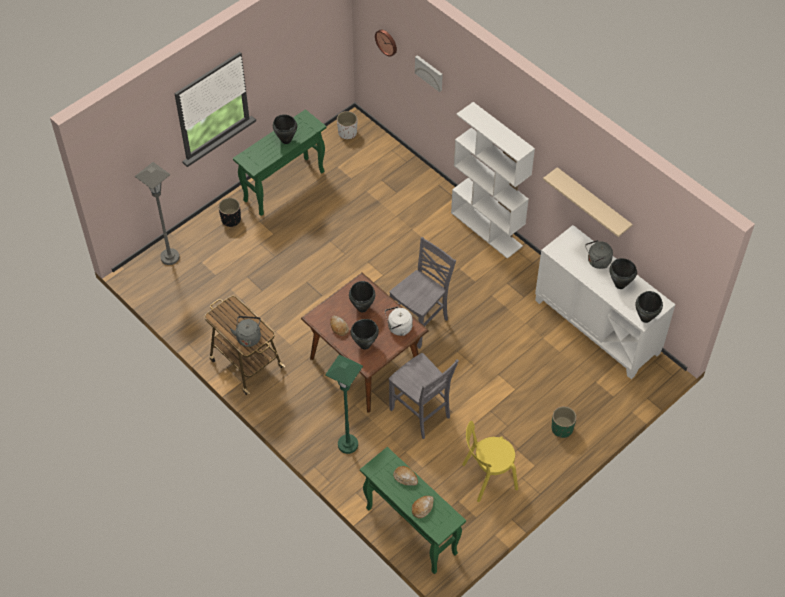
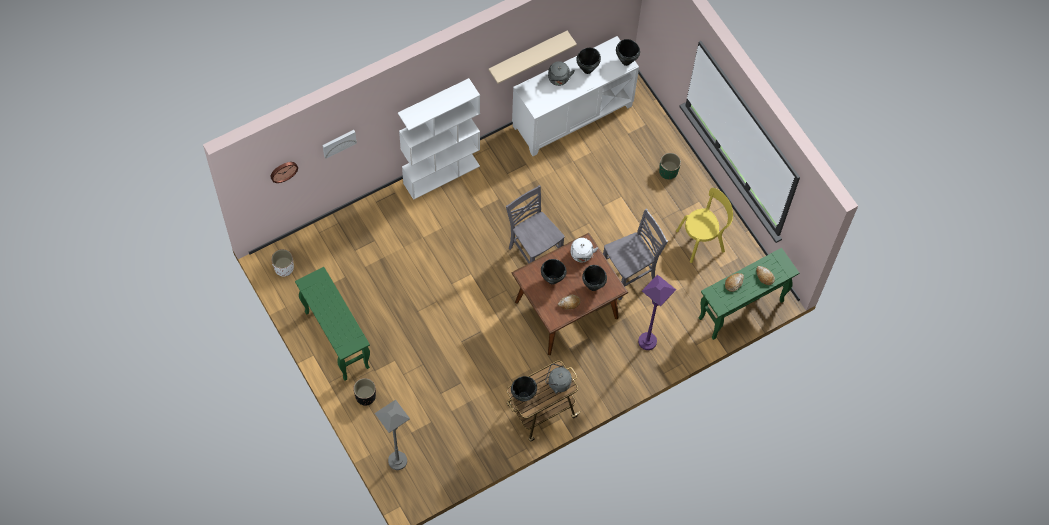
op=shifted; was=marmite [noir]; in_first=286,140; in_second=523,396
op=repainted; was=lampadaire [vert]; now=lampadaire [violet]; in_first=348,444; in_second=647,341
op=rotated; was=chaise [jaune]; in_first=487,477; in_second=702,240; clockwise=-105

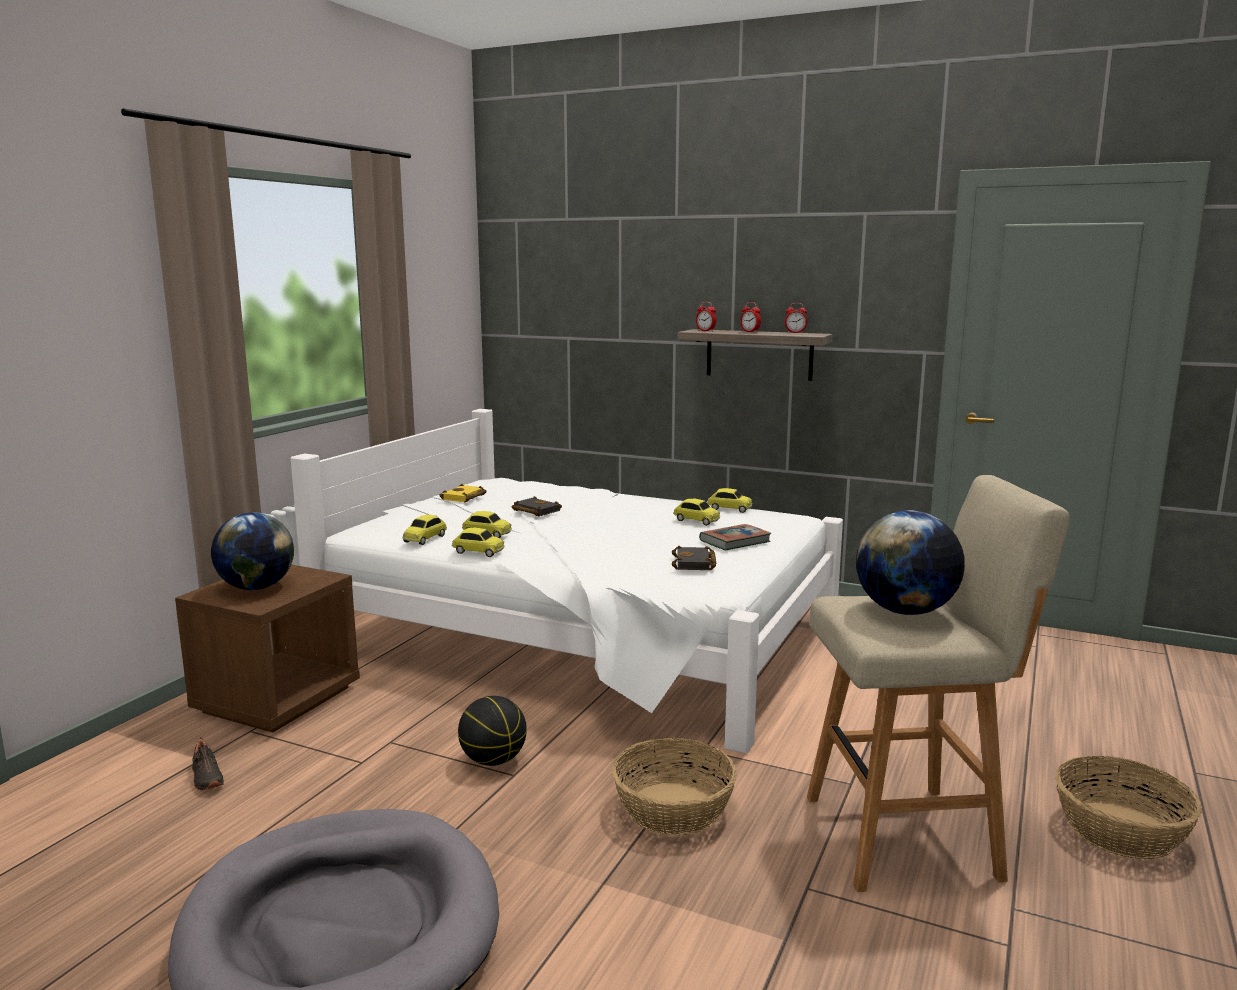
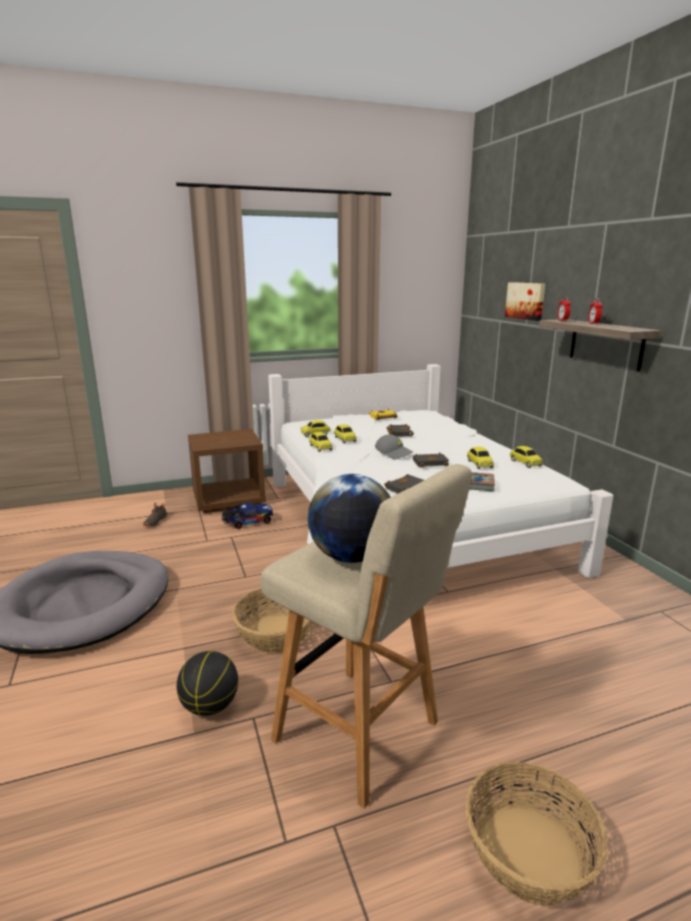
op=gone; was=globe; in_first=256,587
op=gone; was=réveil; in_first=795,333
op=new; now=camion jouet; in_second=247,522
op=new; now=casquette [gris]; in_second=394,453
op=new; now=livre [noir]; in_second=431,462
op=new; now=tableau; in_second=526,300
op=shifted; was=ballon de basket; in_first=493,760; in_second=210,706

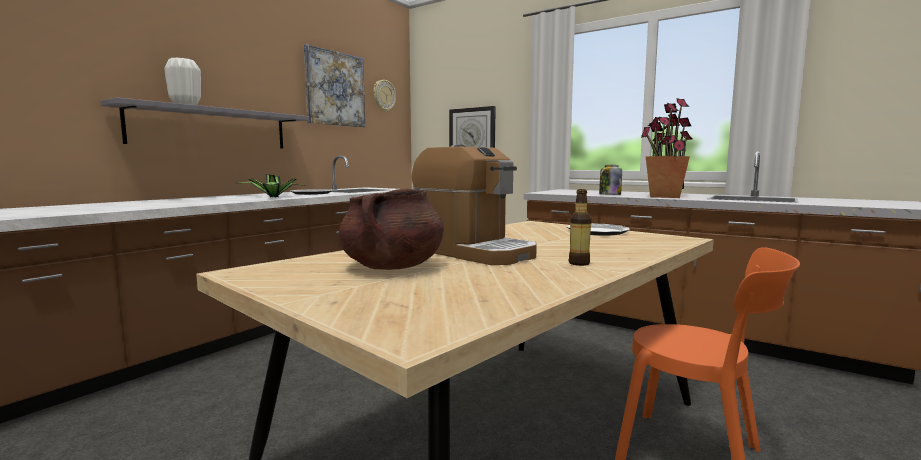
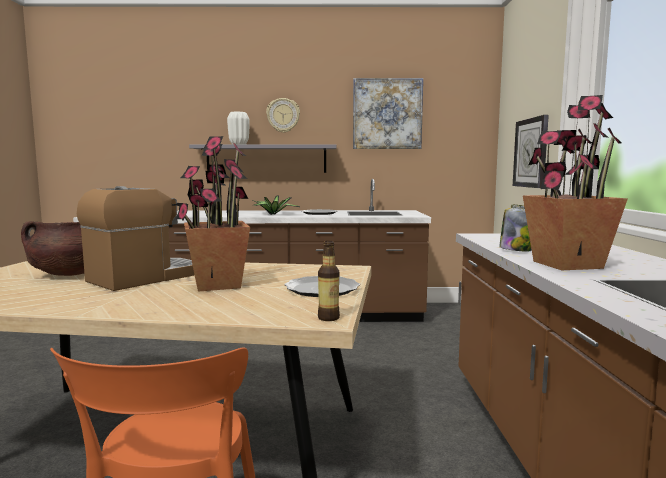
op=new; now=plante en pot; in_second=217,284
op=shifted; was=horloge murale; in_first=384,96; in_second=283,115
op=shifted; was=bouteille; in_first=579,263; in_second=328,318
op=rotated; was=machine à café; in_first=474,252; in_second=144,278; clockwise=-150

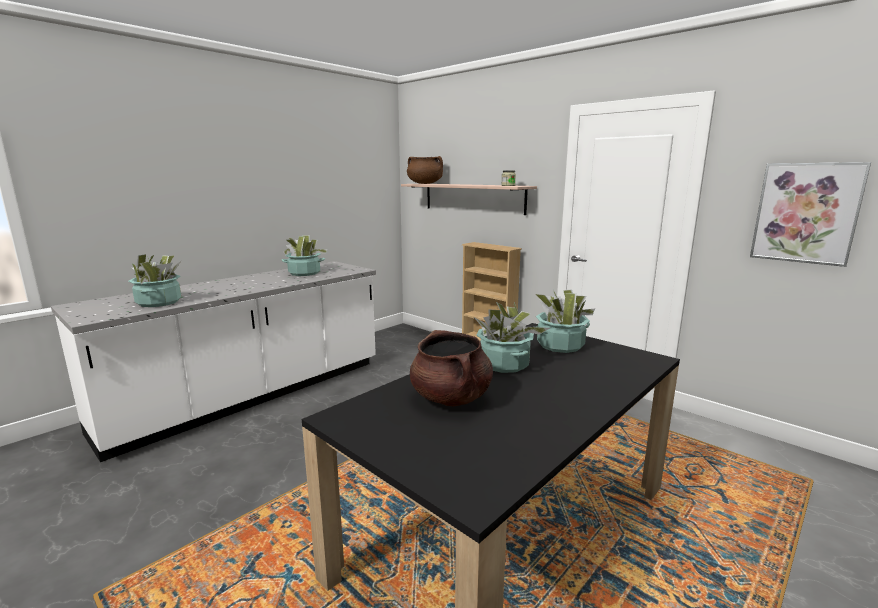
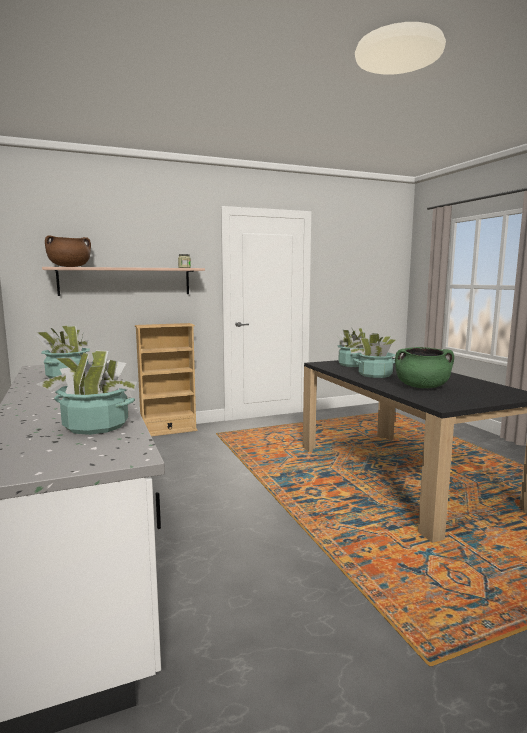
op=gone; was=tableau; in_first=806,213
op=repainted; was=marmite [marron]; now=marmite [vert]; in_first=451,398; in_second=422,387

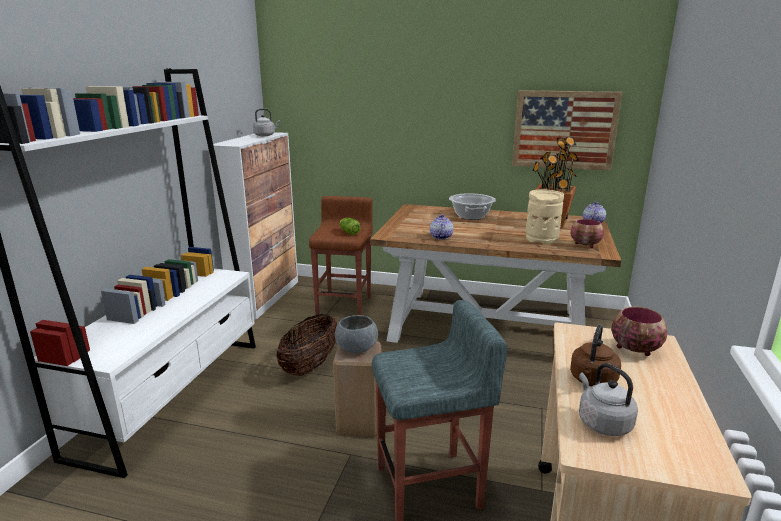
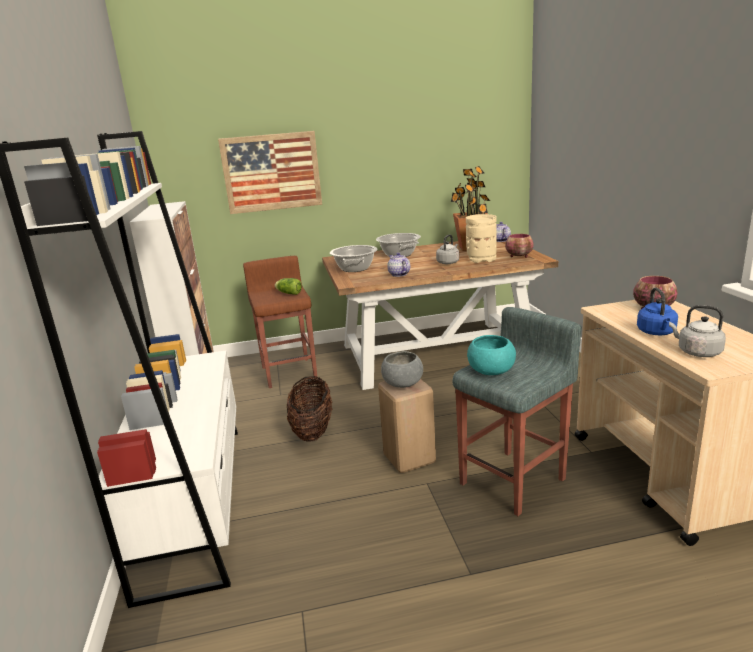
op=new; now=marmite; in_second=355,269
op=new; now=bol [turquoise]; in_second=491,371
op=shifted; was=bouilloire [gris]; in_first=265,135; in_second=448,262
op=shifted; was=tableau; in_first=564,130; in_second=271,172
op=repainted; was=bouilloire [marron]; now=bouilloire [bleu]; in_first=592,381; in_second=656,333

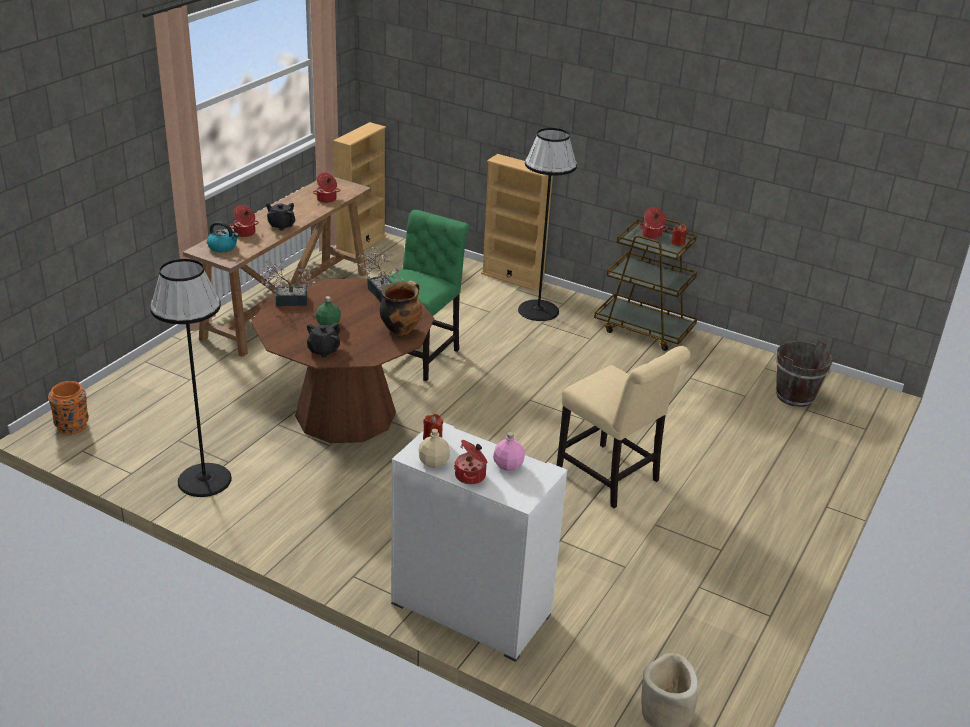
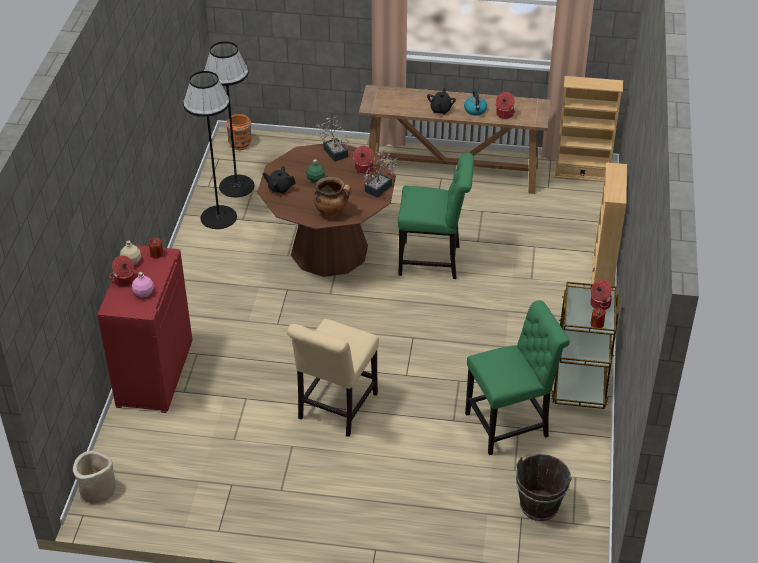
op=new; now=chaise [vert]; in_second=511,424
op=shifted; was=bouilloire; in_first=223,247; in_second=475,110
op=shifted; was=marmite; in_first=245,233; in_second=363,169
op=shifted; was=lampadaire [noir]; in_first=538,310; in_second=236,186
op=repainted; was=meuble de rangement [blanc]; now=meuble de rangement [rouge]; in_first=469,609; in_second=154,373

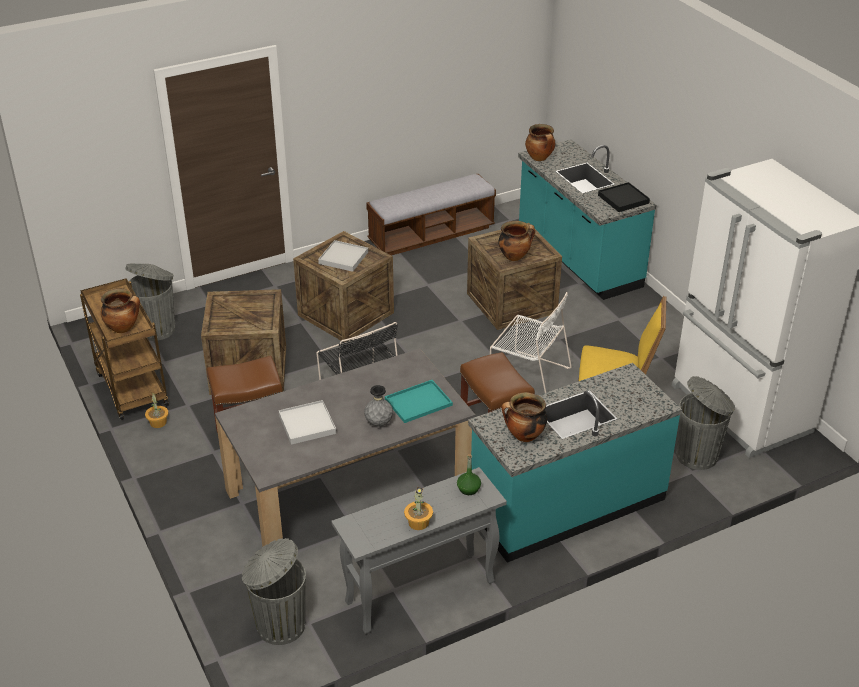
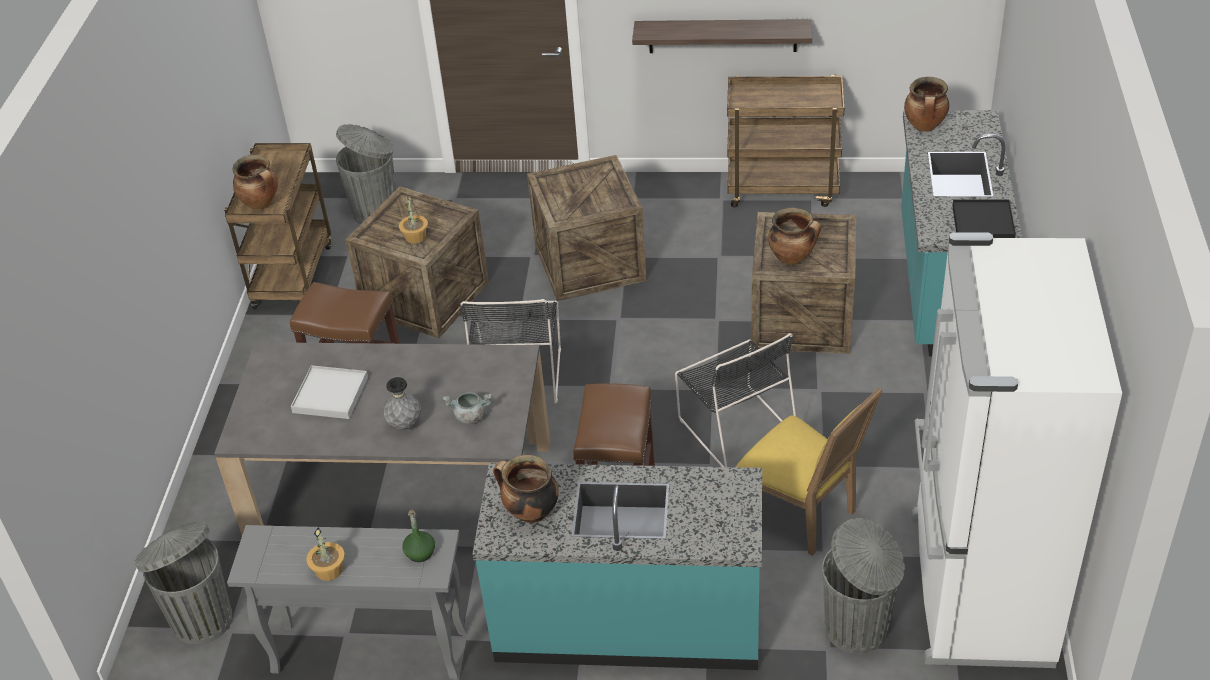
op=gone; was=plateau [blanc]; in_first=343,258
op=new; now=étagère; in_second=722,36
op=shifted; was=plante en pot; in_first=158,422; in_second=415,237
op=swapped; was=banc; now=chariot [marron]; in_first=432,235; in_second=783,189
op=swapped; was=plateau [turquoise]; now=marmite [gris]; in_first=417,403; in_second=470,416
op=repainted; was=chaise [blanc]; now=chaise [noir]; in_first=527,375; in_second=735,425

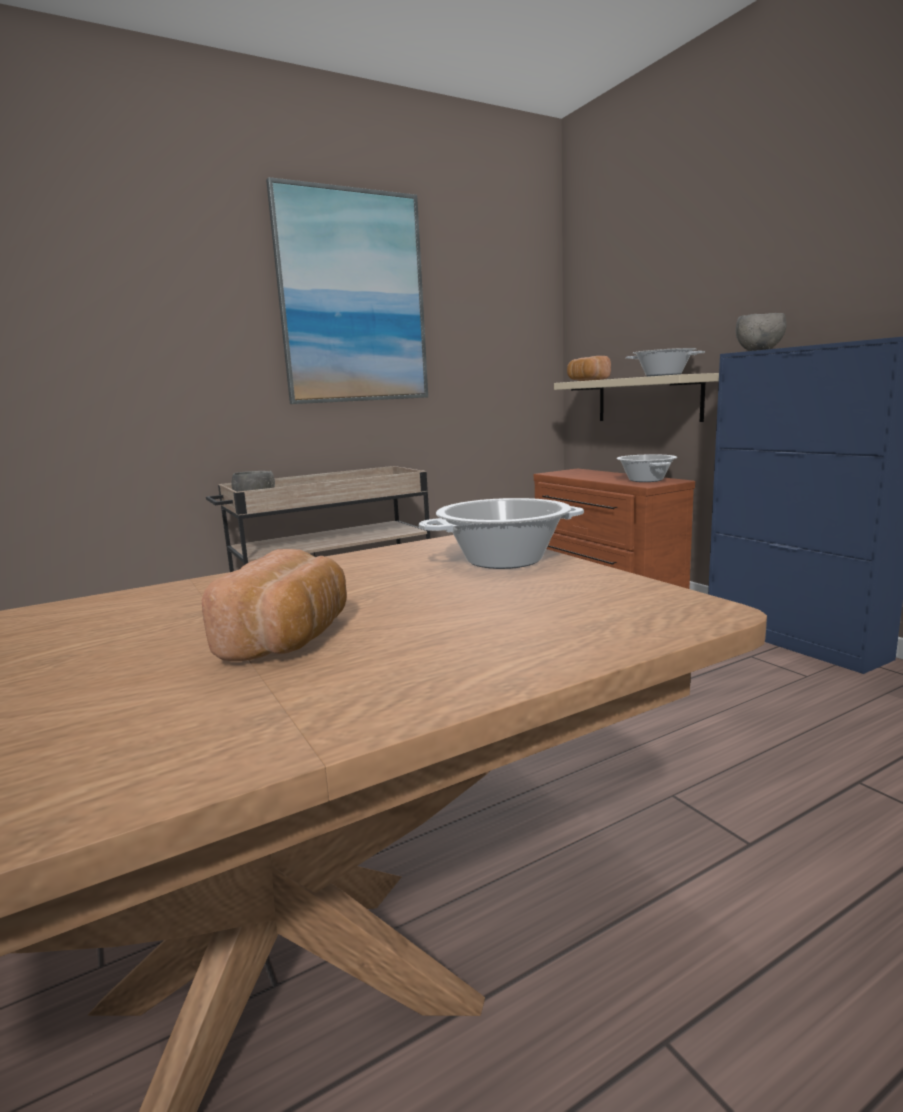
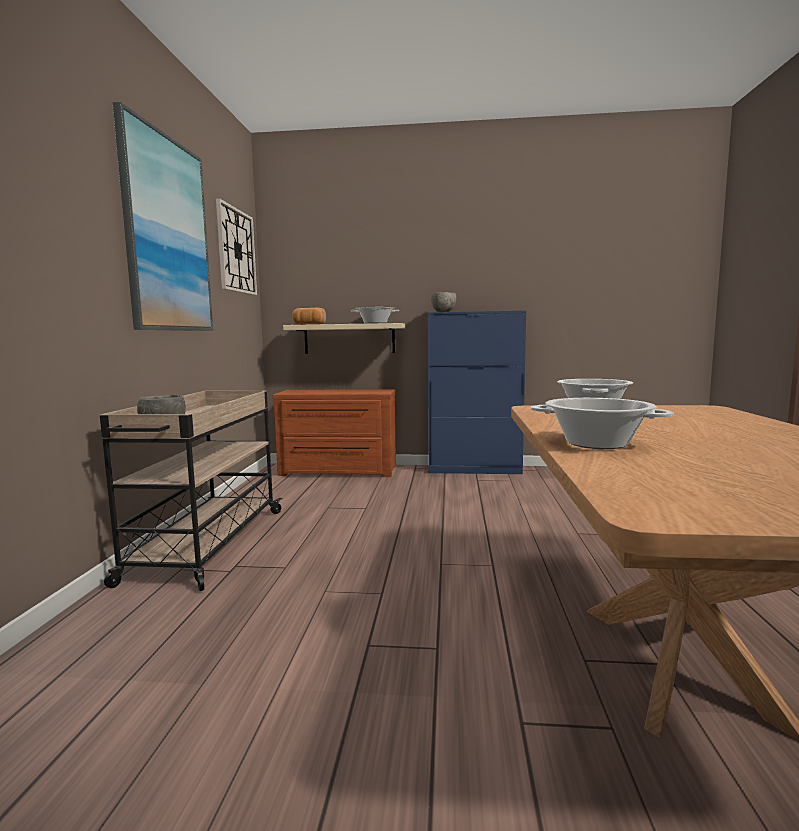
op=gone; was=pain; in_first=291,639
op=new; now=horloge murale; in_second=236,251
op=shifted; was=marmite; in_first=645,480; in_second=597,444

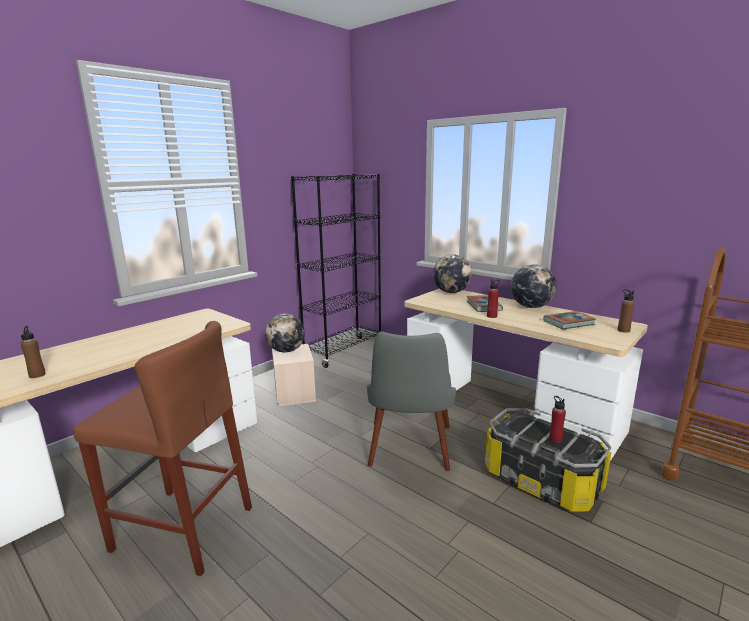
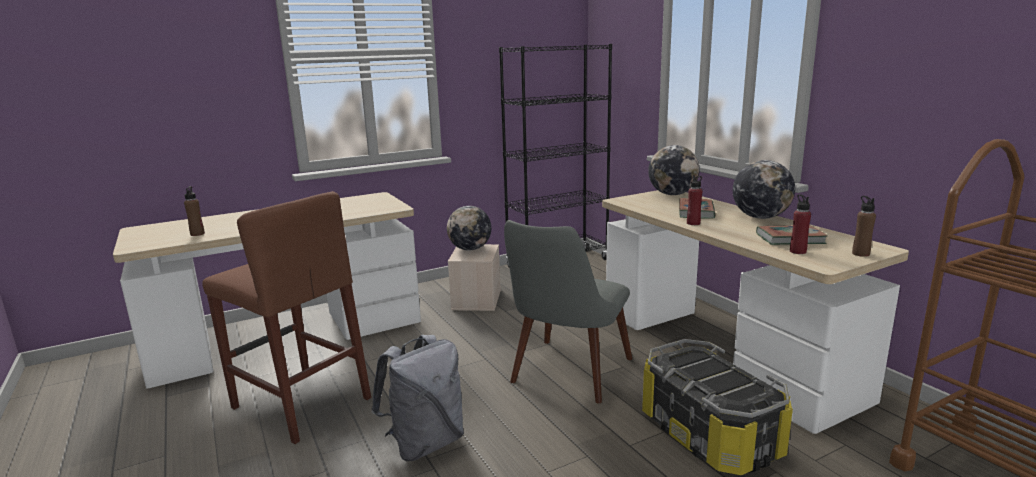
op=new; now=sac à dos [gris]; in_second=425,443
op=shifted; was=bouteille [rouge]; in_first=555,439; in_second=797,251

